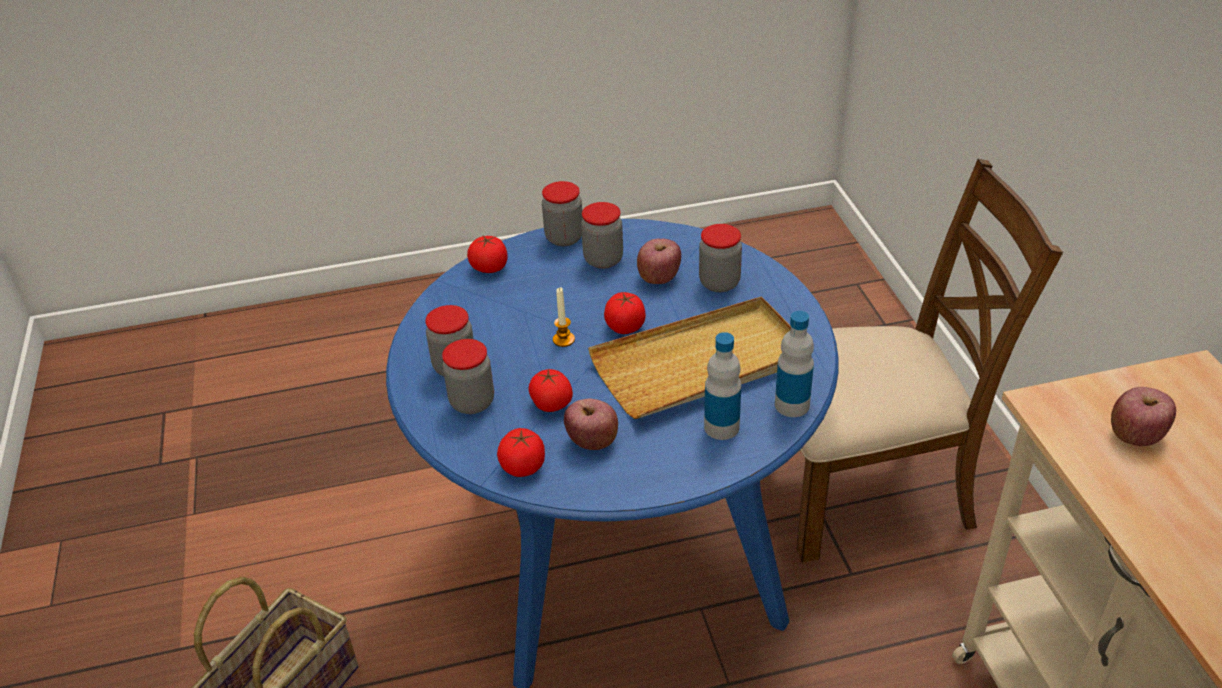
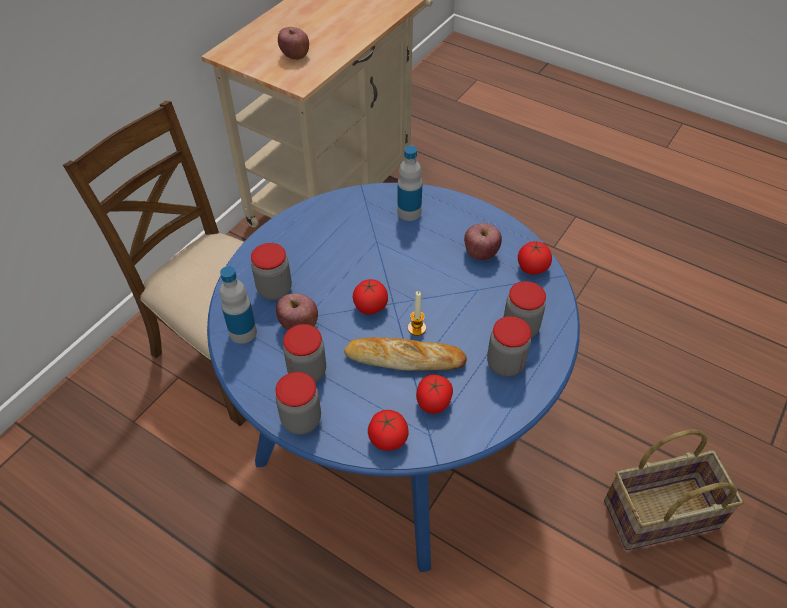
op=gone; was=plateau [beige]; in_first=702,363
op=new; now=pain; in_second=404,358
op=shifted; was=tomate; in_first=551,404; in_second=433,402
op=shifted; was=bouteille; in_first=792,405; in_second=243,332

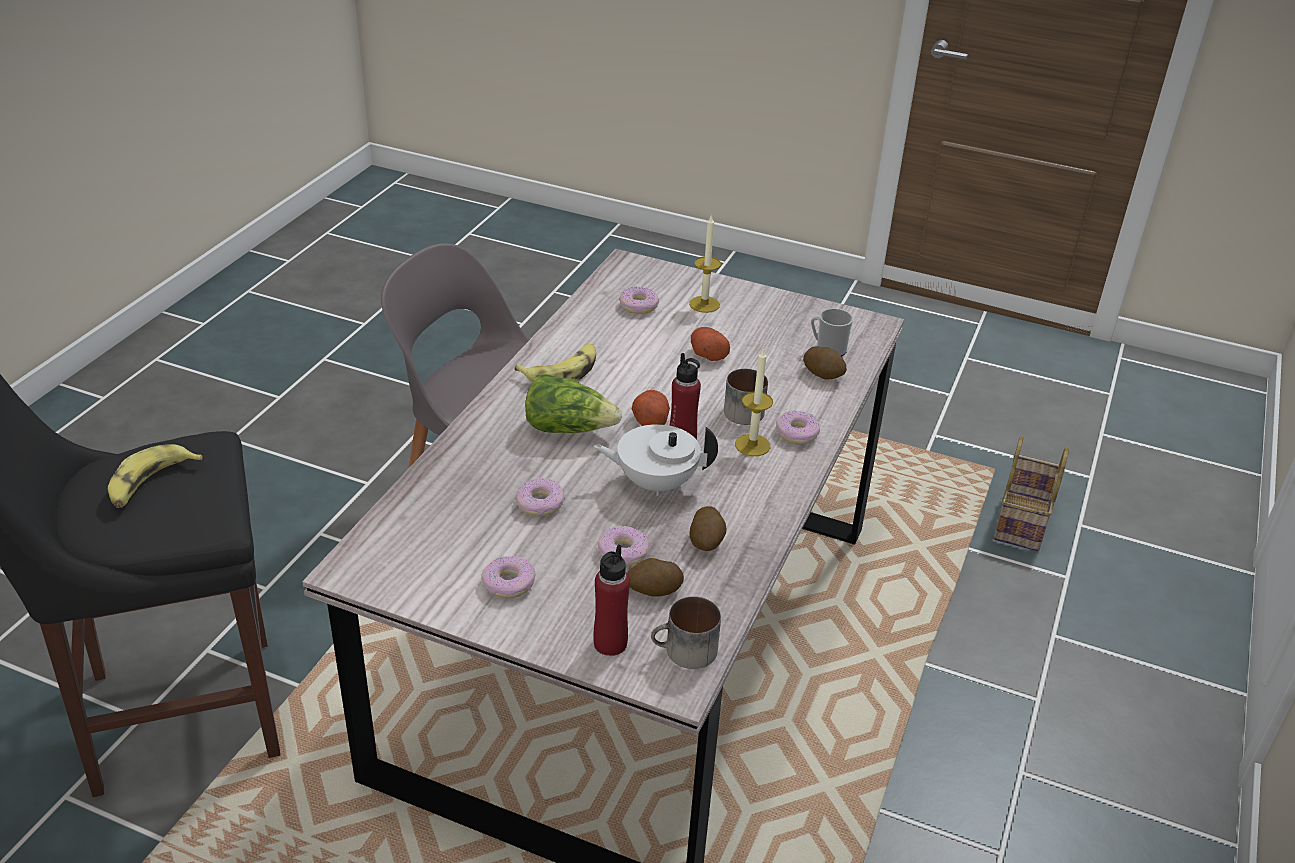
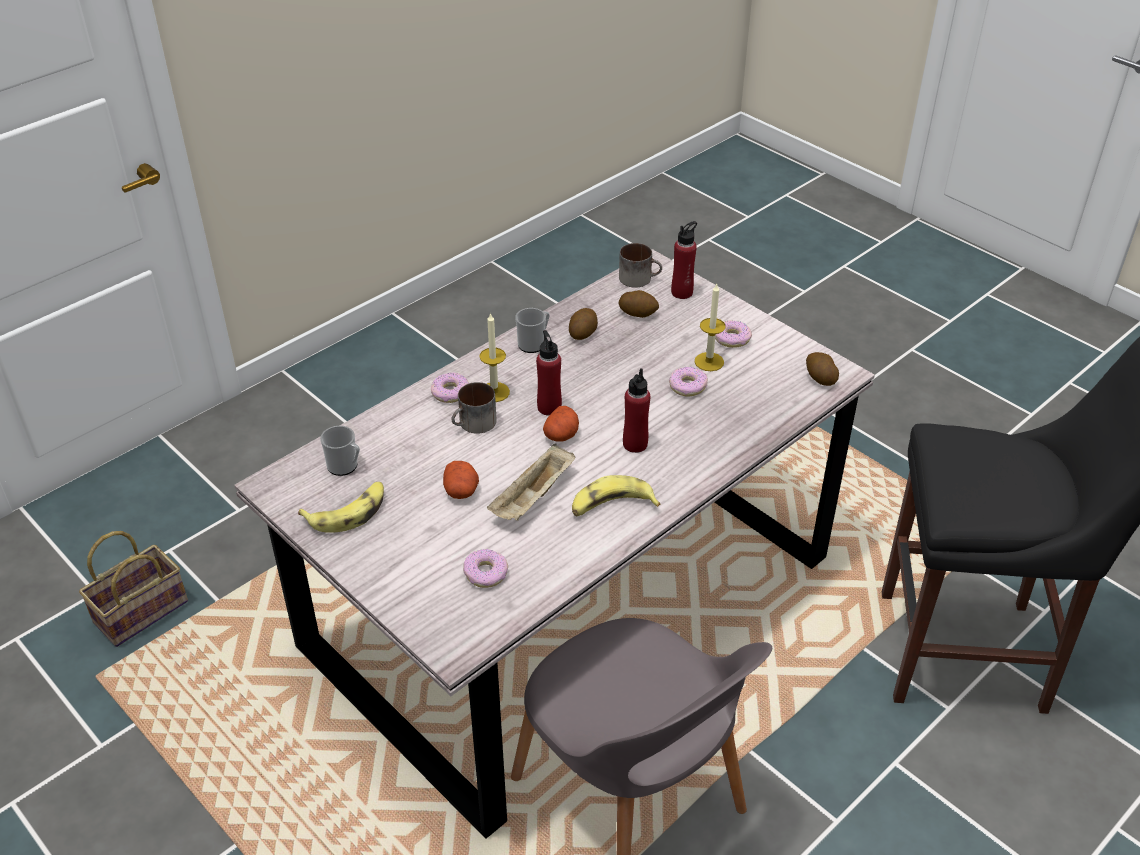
op=gone; was=théière [blanc]; in_first=655,482
op=gone; was=beignet; in_first=623,552
op=new; now=plateau [beige]; in_second=533,498
op=new; now=mug; in_second=534,343
op=shifted; was=banane; in_first=150,484; in_second=348,512
op=shifted; was=bougie; in_first=704,304; in_second=709,361
op=shifted; was=pomme de terre; in_first=823,374; in_second=820,378
op=swapped; was=laitue; now=bouteille [rouge]; in_first=569,428; in_second=635,444

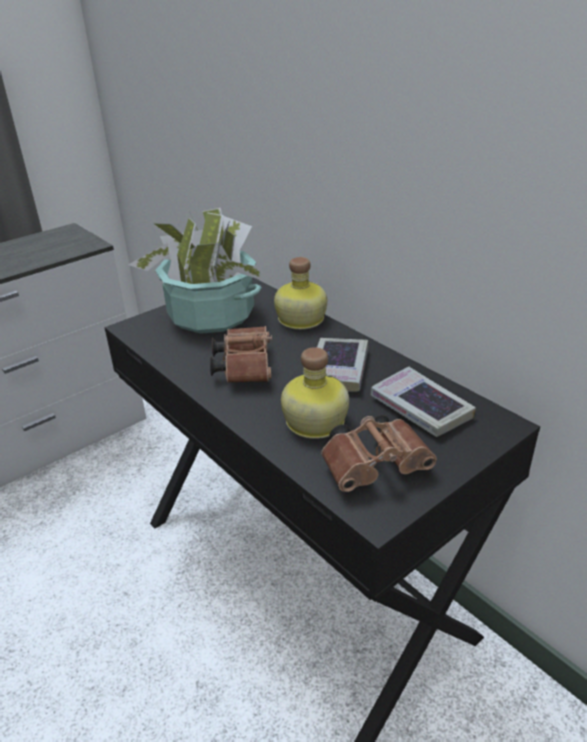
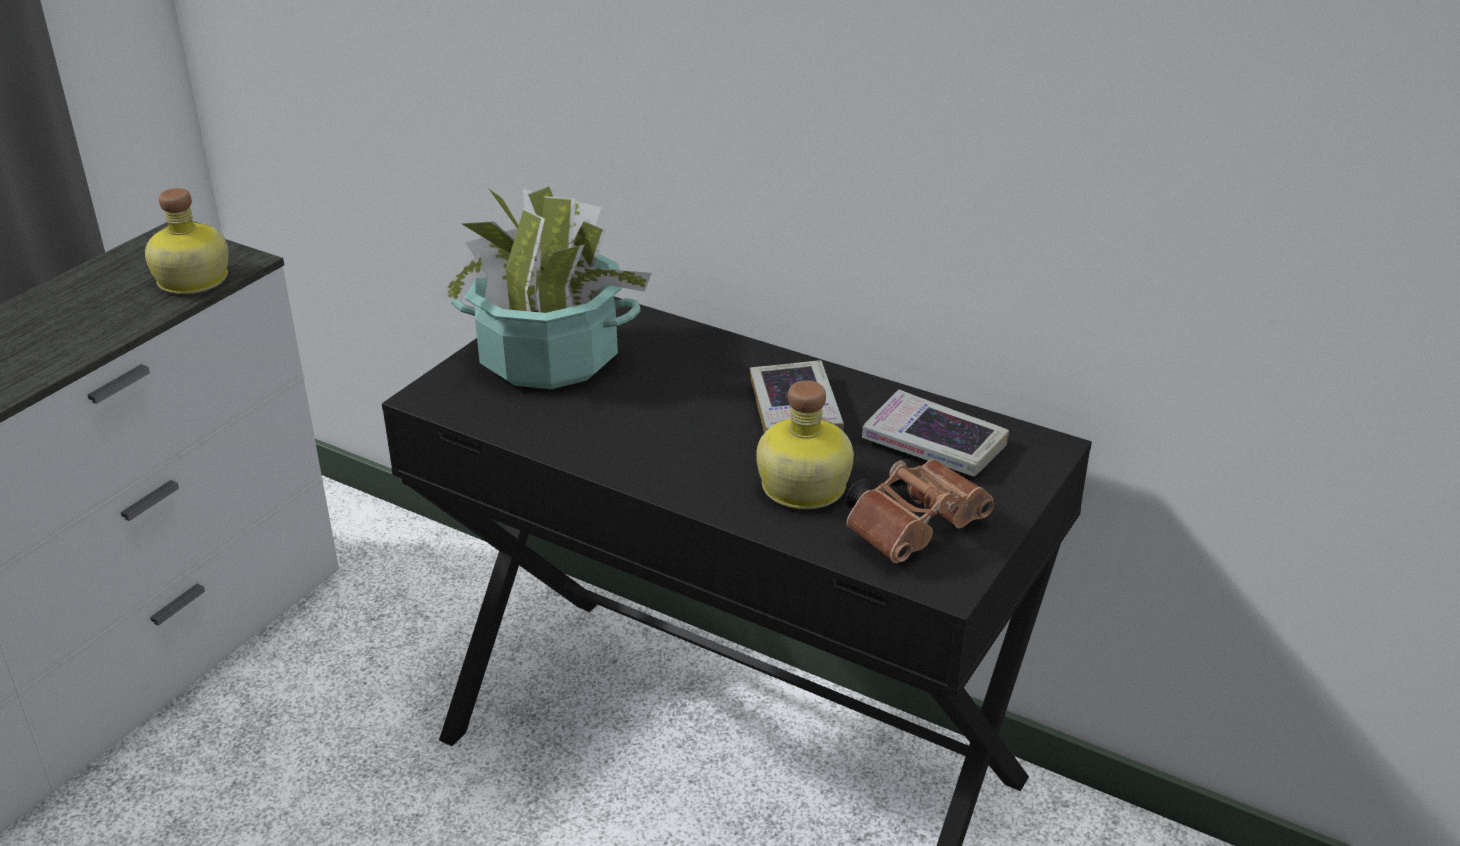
op=gone; was=jumelles [marron]; in_first=244,367
op=shifted; was=bouteille; in_first=299,319; in_second=190,280

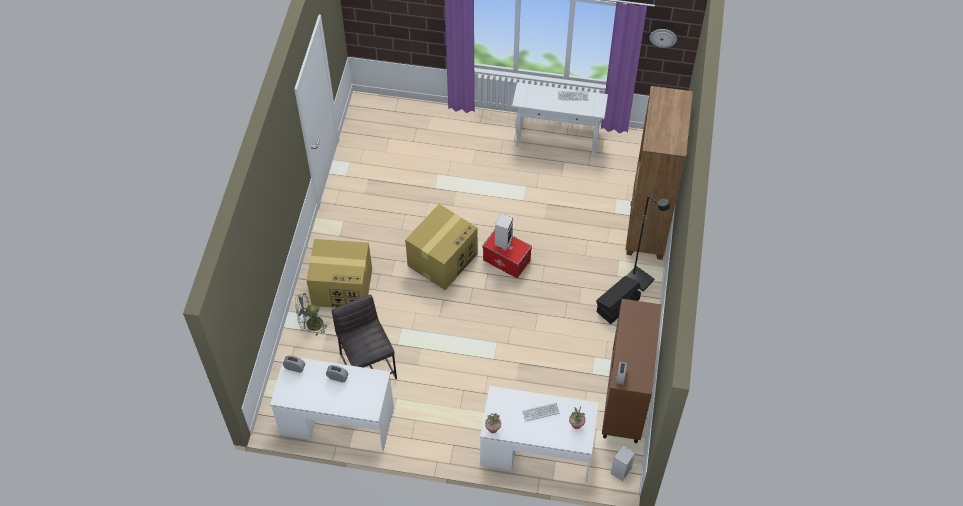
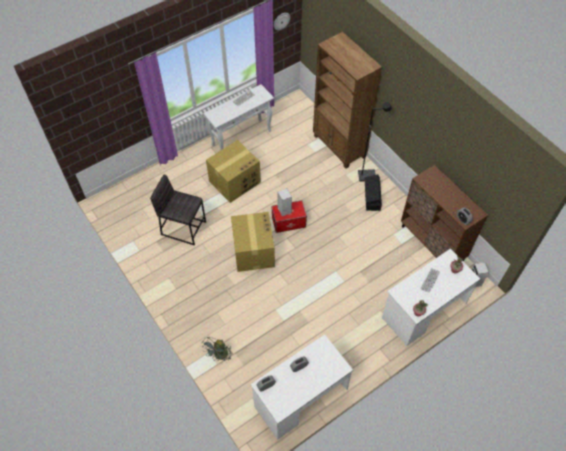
op=shifted; was=carton; in_first=343,287; in_second=235,181
op=shifted; was=tabouret [gris]; in_first=368,365; in_second=183,227

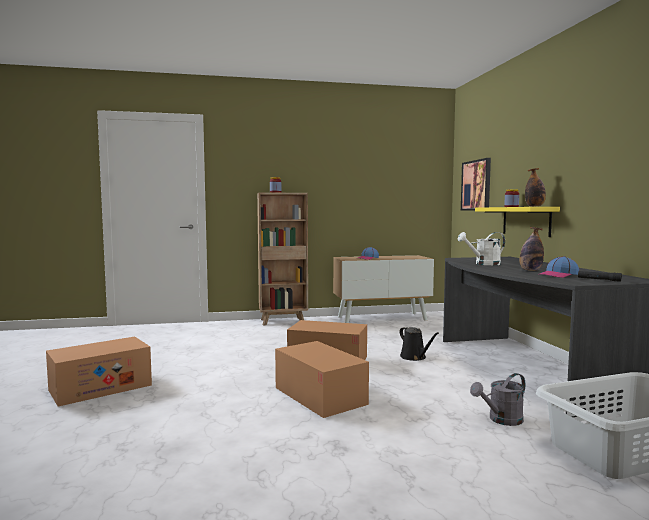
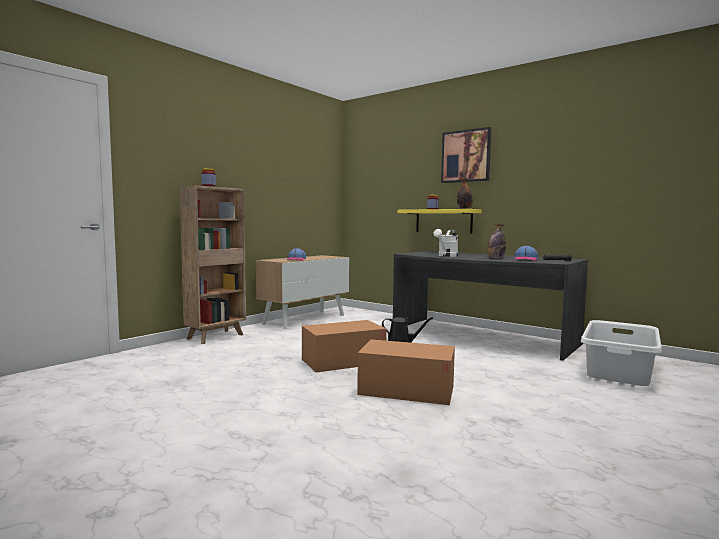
op=gone; was=carton; in_first=100,387
op=gone; was=arrosoir [gris]; in_first=501,420
op=shifted; was=tableau; in_first=476,185; in_second=466,156

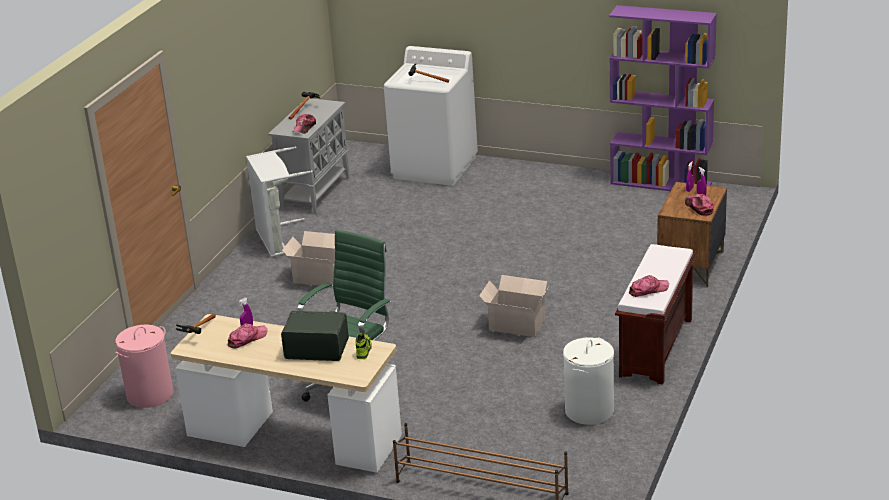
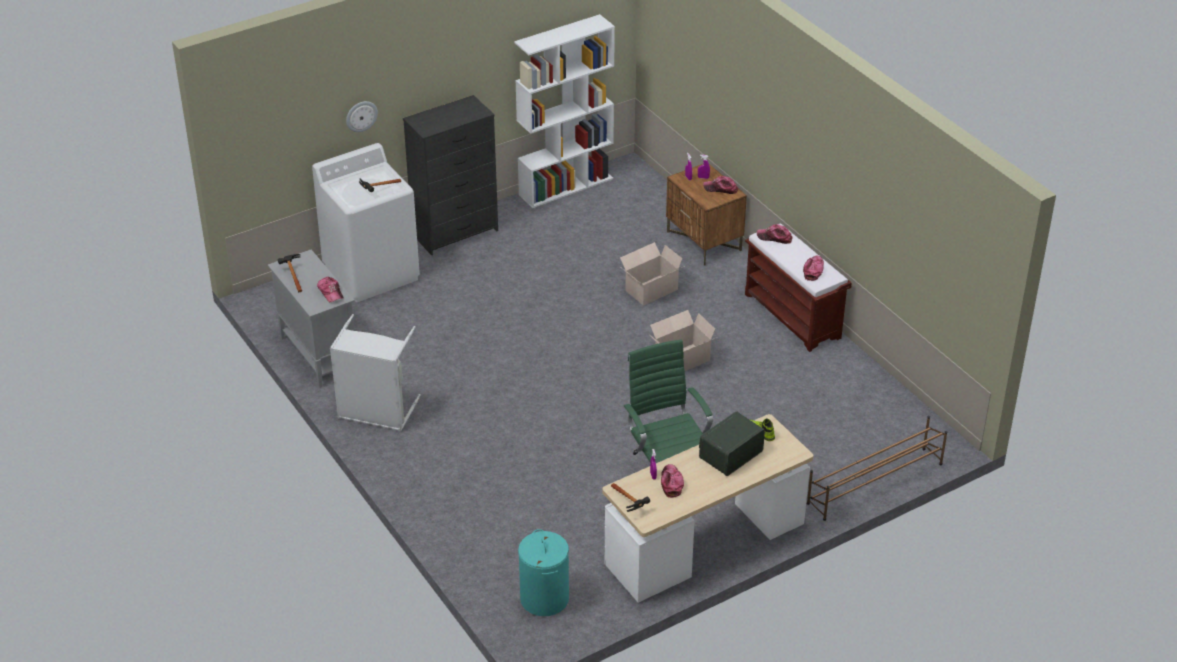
op=gone; was=panier à linge [blanc]; in_first=589,411
op=new; now=horloge murale; in_second=361,116
op=new; now=commode [noir]; in_second=456,232
op=new; now=casquette; in_second=774,237
op=shifted; was=carton; in_first=318,277; in_second=650,290
op=repainted; was=panier à linge [rose]; now=panier à linge [turquoise]; in_first=149,395; in_second=544,599
op=repainted; was=bibliothèque [violet]; now=bibliothèque [blanc]; in_first=661,183; in_second=566,186

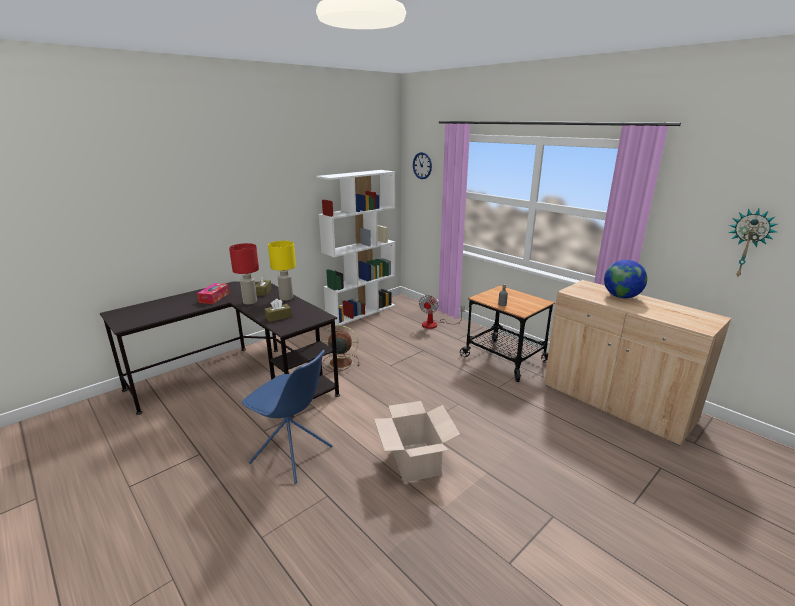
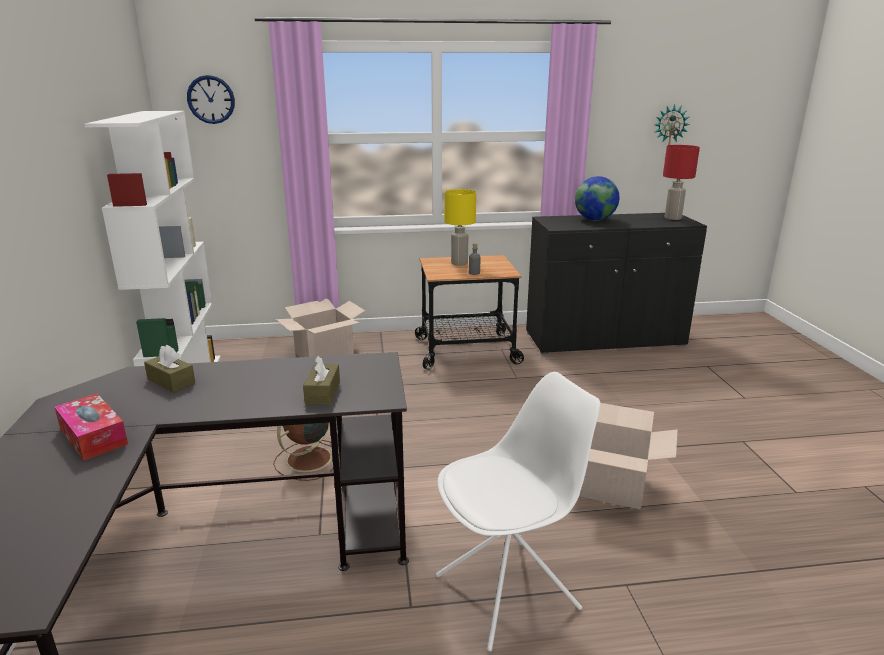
op=shifted; was=lampe de table [rouge]; in_first=250,302; in_second=673,218
op=shifted; was=lampe de table [jaune]; in_first=286,298; in_second=459,263
op=swapped; was=ventilateur; now=carton; in_first=435,324; in_second=324,353
op=repainted; was=chaise [bleu]; now=chaise [blanc]; in_first=292,455; in_second=509,591
op=repainted; was=meuble de rangement [beige]; now=meuble de rangement [noir]; in_first=616,403; in_second=604,339

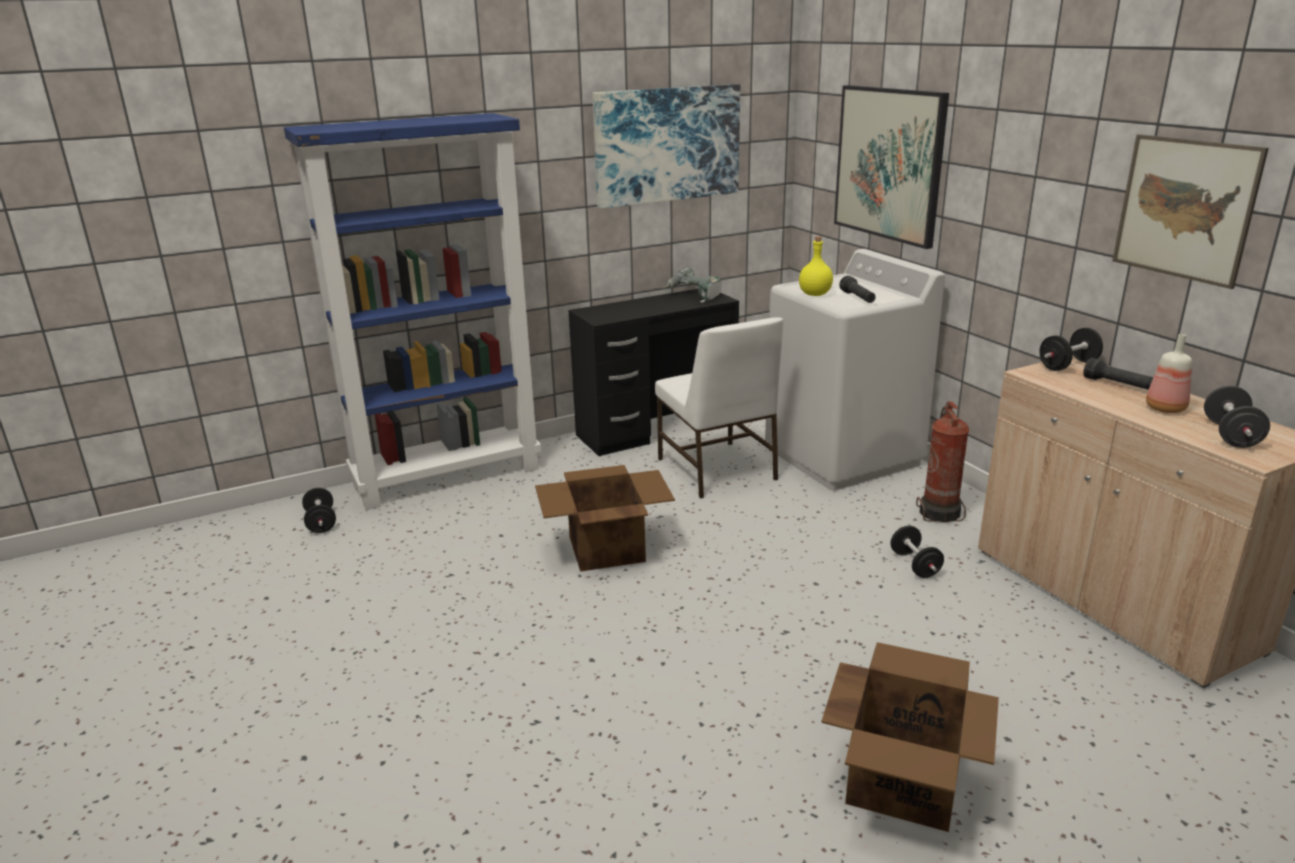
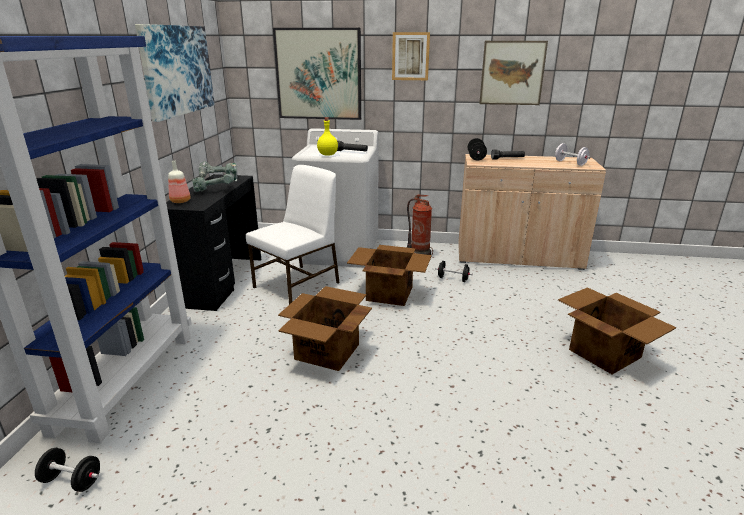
op=new; now=perceuse; in_second=214,190
op=new; now=carton; in_second=388,293
op=new; now=tableau; in_second=410,56
op=shifted; was=bouteille; in_first=1165,408; in_second=180,201
op=repainted; was=haltère [noir]; now=haltère [blanc]; in_first=1230,435; in_second=570,163
op=rotated; was=chaise [blanc]; in_first=716,470; in_second=298,284; clockwise=-60

